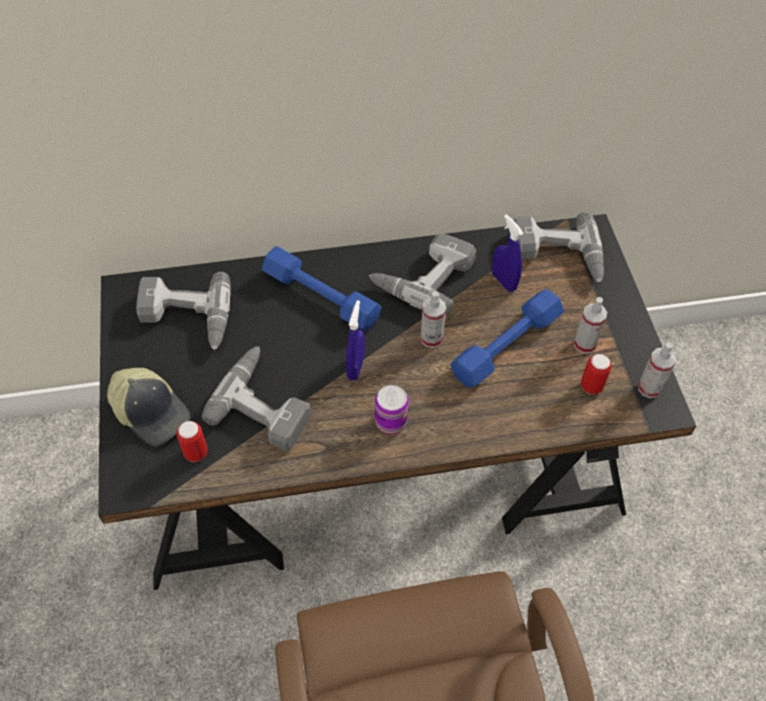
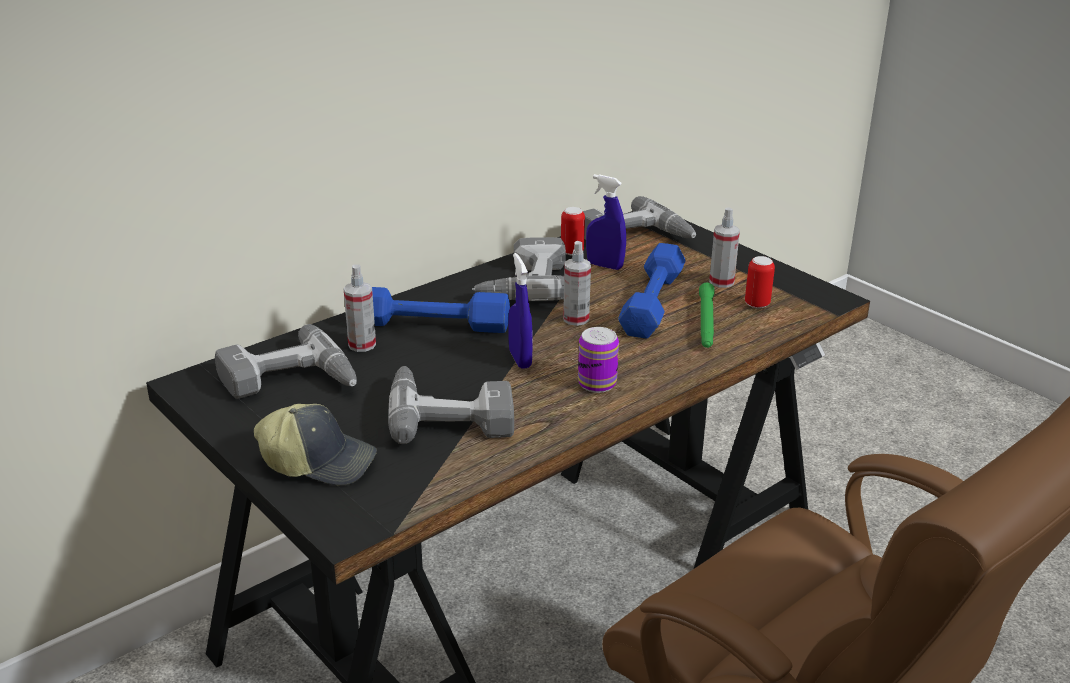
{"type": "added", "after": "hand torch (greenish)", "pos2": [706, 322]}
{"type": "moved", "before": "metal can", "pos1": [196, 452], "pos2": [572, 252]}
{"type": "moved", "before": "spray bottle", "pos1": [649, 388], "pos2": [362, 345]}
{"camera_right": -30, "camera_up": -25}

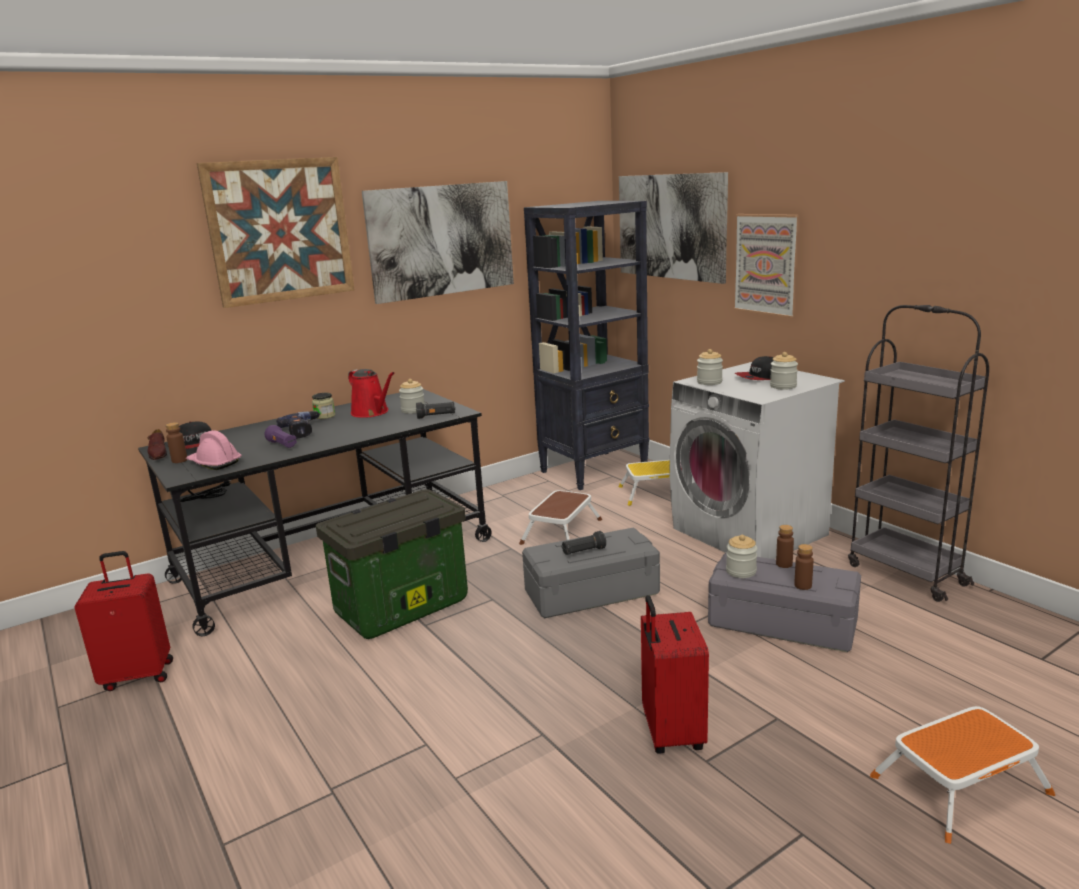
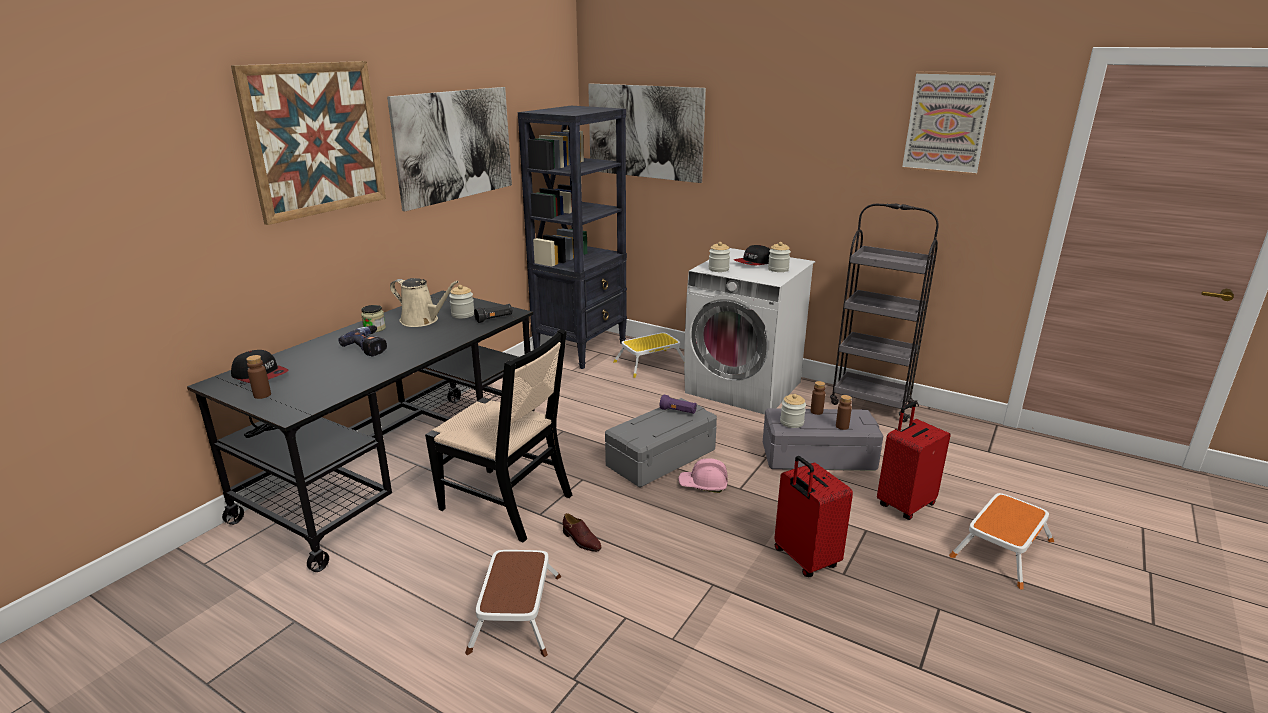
{"type": "removed", "before": "hand torch (black-coloured)", "pos1": [583, 552]}
{"type": "moved", "before": "travel case (red-coloured)", "pos1": [138, 675], "pos2": [904, 504]}
{"type": "moved", "before": "item of footwear (brown)", "pos1": [158, 454], "pos2": [581, 540]}
{"type": "moved", "before": "work helmet (pink-coloured)", "pos1": [214, 463], "pos2": [703, 485]}
{"type": "moved", "before": "hand torch (purplish)", "pos1": [282, 445], "pos2": [678, 411]}
{"type": "moved", "before": "step ladder (brown)", "pos1": [561, 531], "pos2": [515, 612]}
{"type": "moved", "before": "wall art", "pos1": [766, 264], "pos2": [947, 123]}
{"type": "replaced", "before": "storage bin", "after": "plain chair", "pos1": [401, 609], "pos2": [506, 504]}
{"type": "recoloured", "before": "watering can (red-coloured)", "after": "watering can (beige)", "pos1": [372, 412], "pos2": [422, 320]}
{"camera_right": -25, "camera_up": 5}

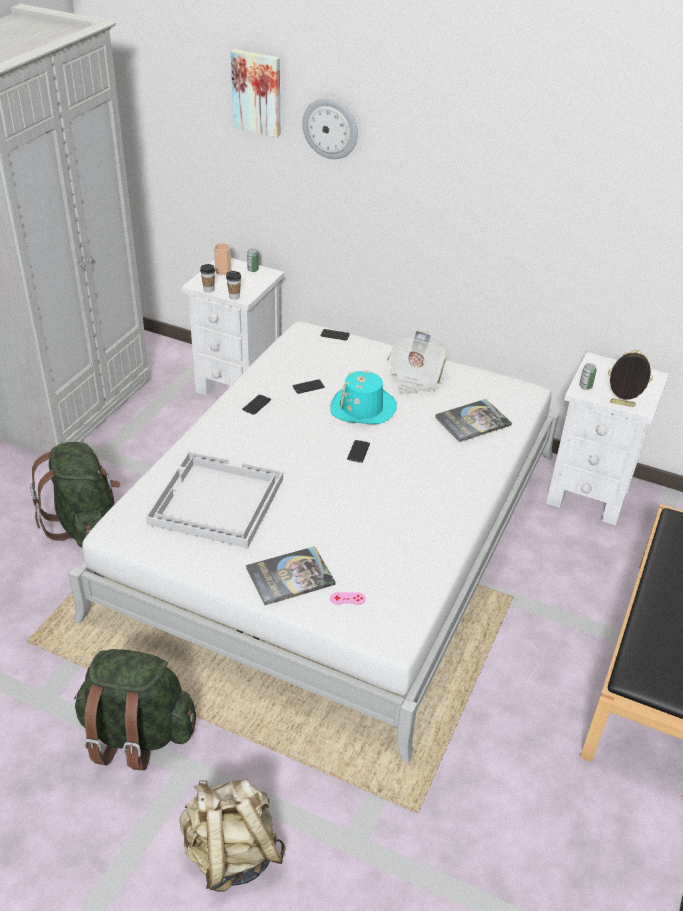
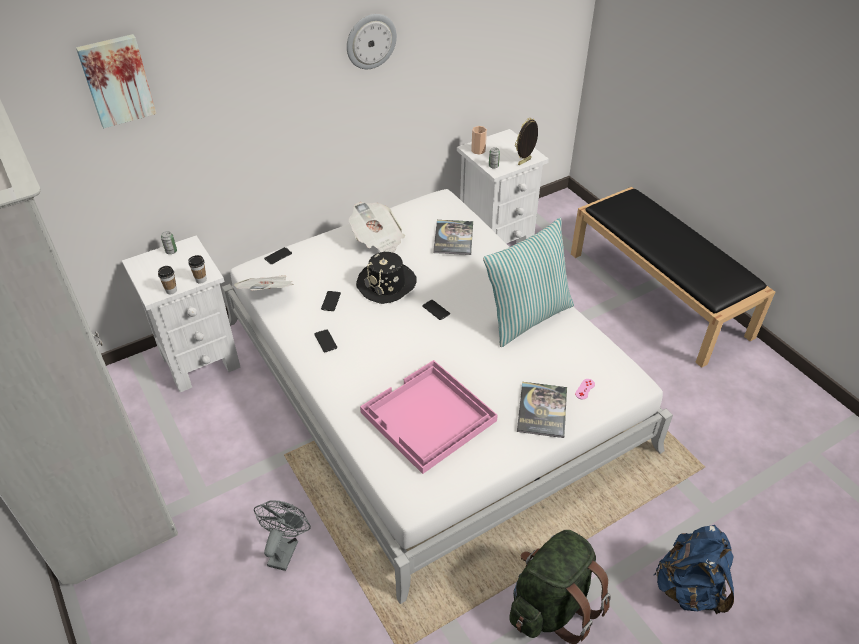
{"type": "added", "after": "daily paper", "pos2": [268, 294]}
{"type": "added", "after": "cushion", "pos2": [526, 316]}
{"type": "moved", "before": "drinking cup", "pos1": [223, 271], "pos2": [478, 150]}
{"type": "moved", "before": "wall clock", "pos1": [330, 128], "pos2": [370, 41]}
{"type": "replaced", "before": "backpack (greenish)", "after": "electric fan (grey)", "pos1": [85, 524], "pos2": [284, 548]}
{"type": "recoloured", "before": "tray (white)", "after": "tray (pink-coloured)", "pos1": [215, 501], "pos2": [428, 417]}
{"type": "recoloured", "before": "backpack (beige)", "after": "backpack (bluish)", "pos1": [231, 853], "pos2": [689, 588]}
{"type": "recoloured", "before": "wearable hat (turquoise-coloured)", "after": "wearable hat (black-coloured)", "pos1": [362, 408], "pos2": [387, 284]}
{"camera_right": -55, "camera_up": 5}

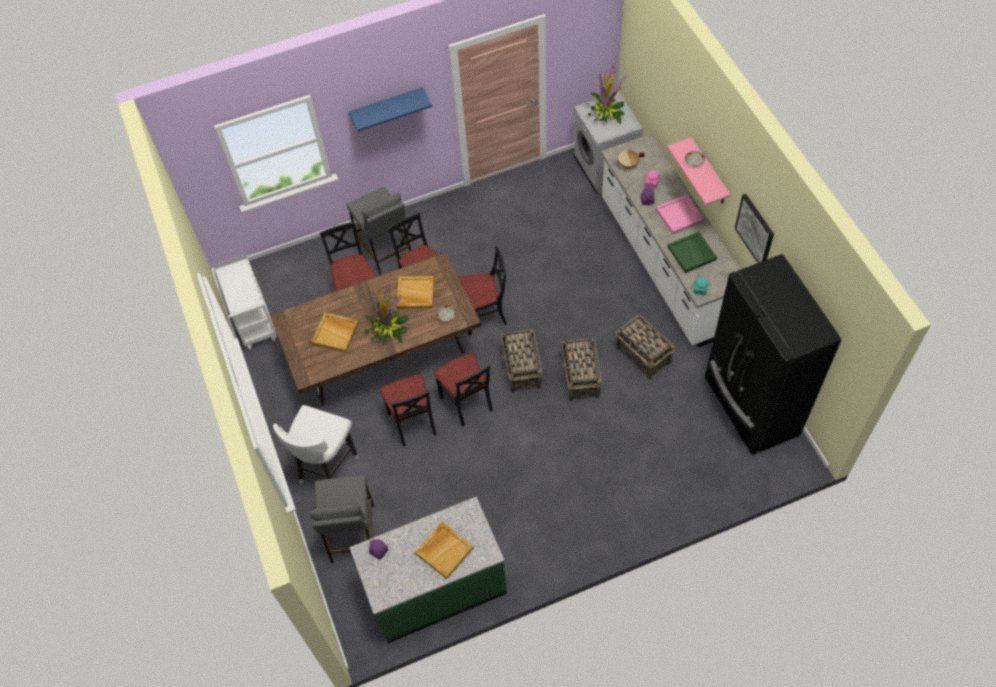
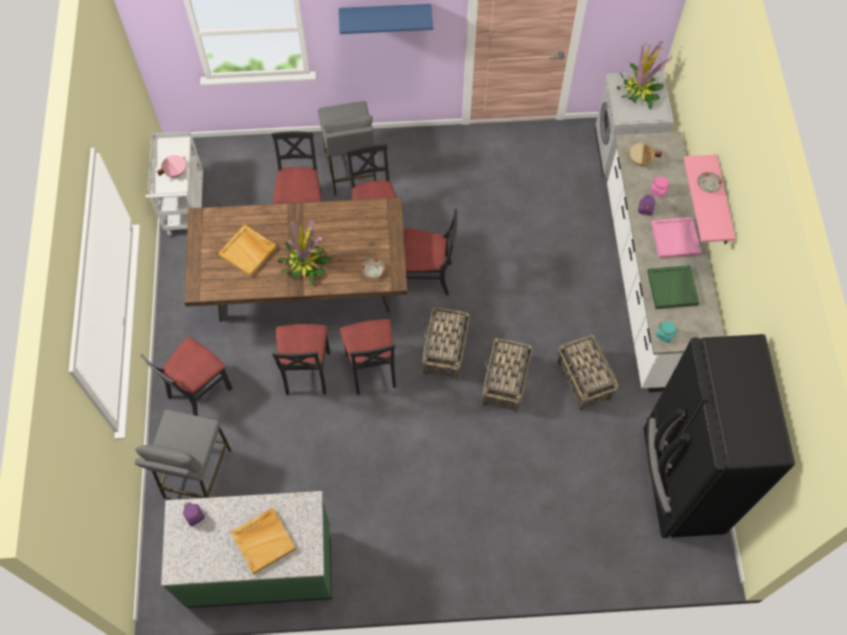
{"type": "removed", "before": "tray (beige)", "pos1": [415, 294]}
{"type": "removed", "before": "wall art", "pos1": [755, 230]}
{"type": "added", "after": "saucepot (pink-coloured)", "pos2": [175, 172]}
{"type": "replaced", "before": "stool seat (white)", "after": "plain chair (black-coloured)", "pos1": [327, 467], "pos2": [199, 391]}
{"camera_right": 15, "camera_up": 5}

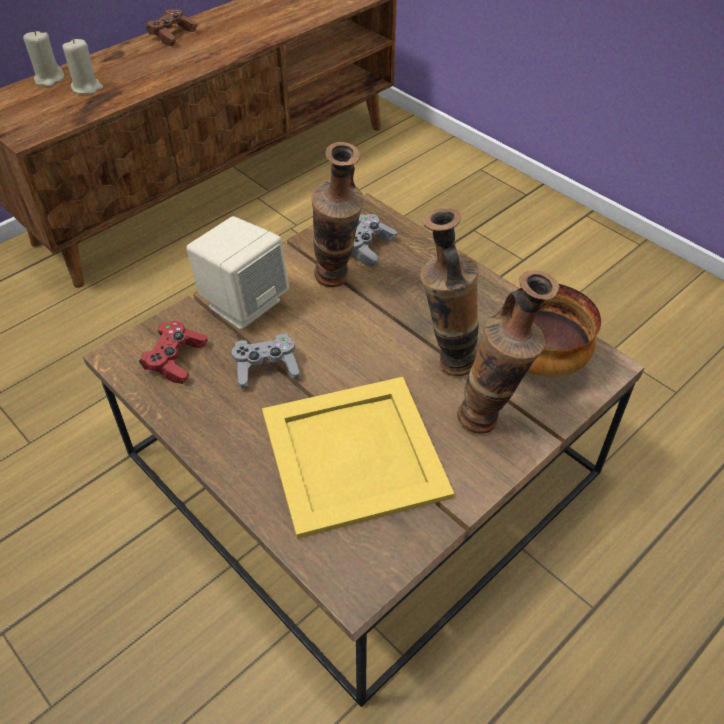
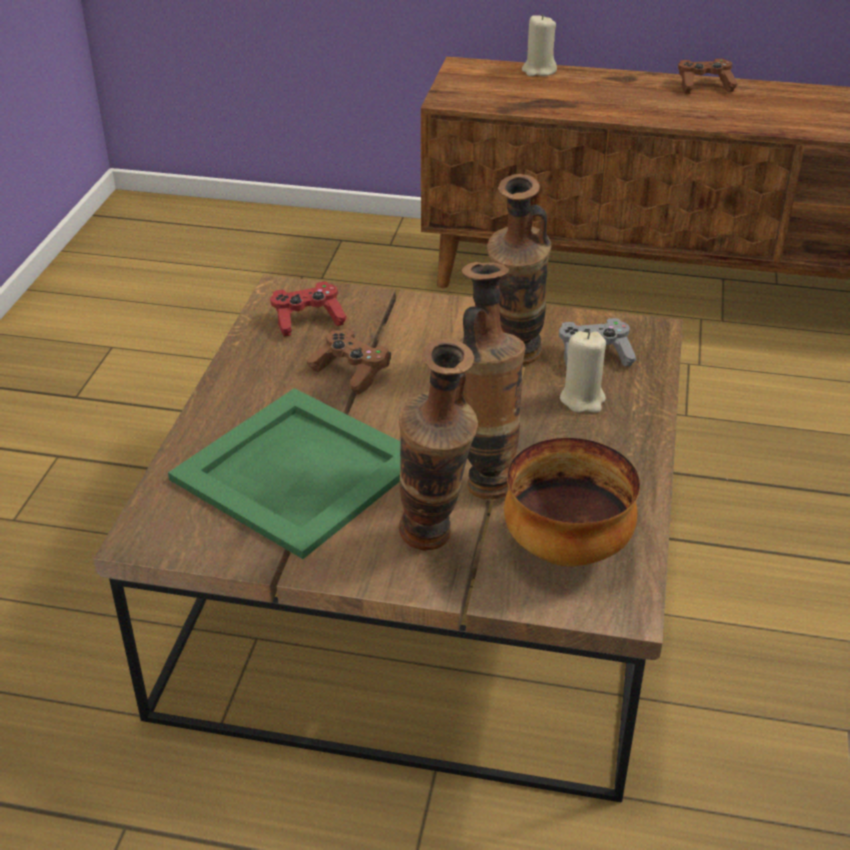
{"type": "removed", "before": "speaker (beige)", "pos1": [244, 303]}
{"type": "moved", "before": "wax light (beige)", "pos1": [87, 87], "pos2": [582, 399]}
{"type": "recoloured", "before": "game controller (grey)", "after": "game controller (brown)", "pos1": [266, 369], "pos2": [350, 372]}
{"type": "recoloured", "before": "tray (yellowish)", "after": "tray (greenish)", "pos1": [353, 455], "pos2": [295, 470]}
{"camera_right": 55, "camera_up": -10}

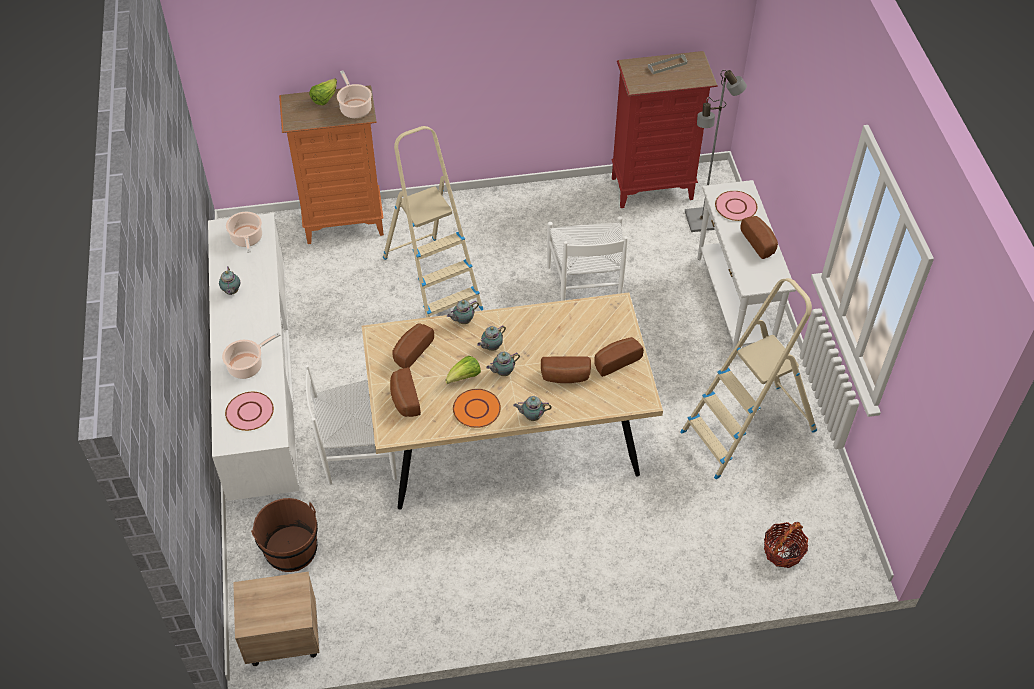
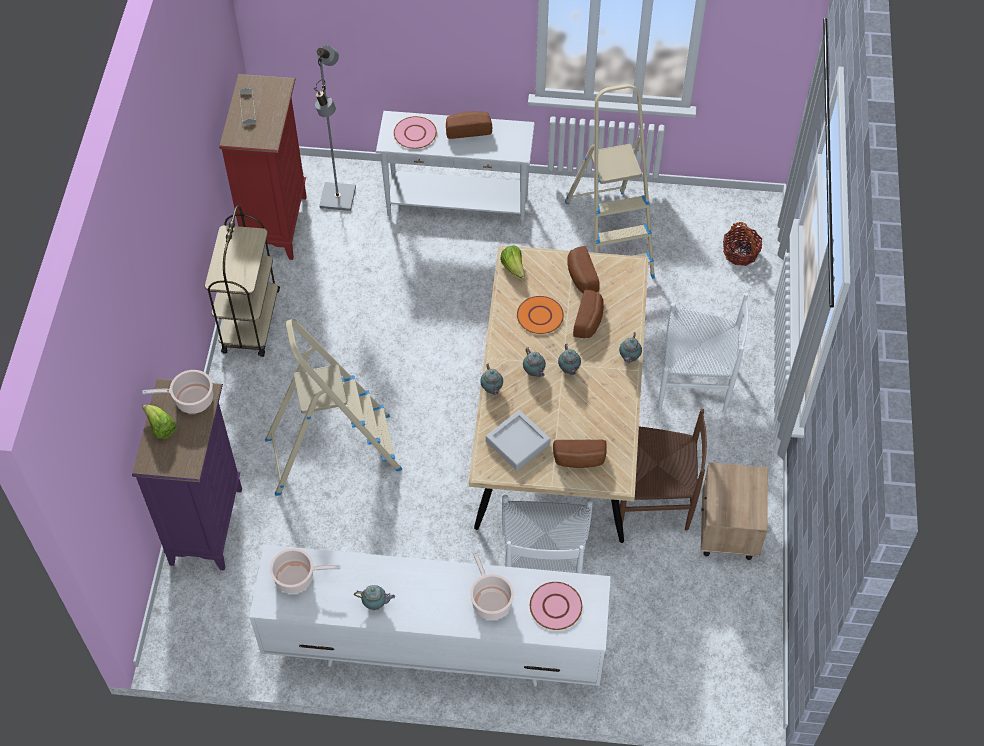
{"type": "removed", "before": "pail (brown)", "pos1": [291, 549]}
{"type": "added", "after": "cart (beige)", "pos2": [250, 323]}
{"type": "added", "after": "plain chair (brown)", "pos2": [654, 498]}
{"type": "moved", "before": "night table (beige)", "pos1": [282, 638], "pos2": [727, 531]}
{"type": "moved", "before": "lettuce head", "pos1": [464, 377], "pos2": [513, 268]}
{"type": "moved", "before": "plate (orange)", "pos1": [476, 409], "pos2": [540, 316]}
{"type": "moved", "before": "plain chair (white)", "pos1": [586, 287], "pos2": [695, 381]}
{"type": "replaced", "before": "bread", "after": "tray (grey)", "pos1": [411, 351], "pos2": [517, 443]}
{"type": "recoloured", "before": "dresser (orange)", "after": "dresser (purplish)", "pos1": [345, 224], "pos2": [208, 524]}
{"camera_right": -75, "camera_up": 5}

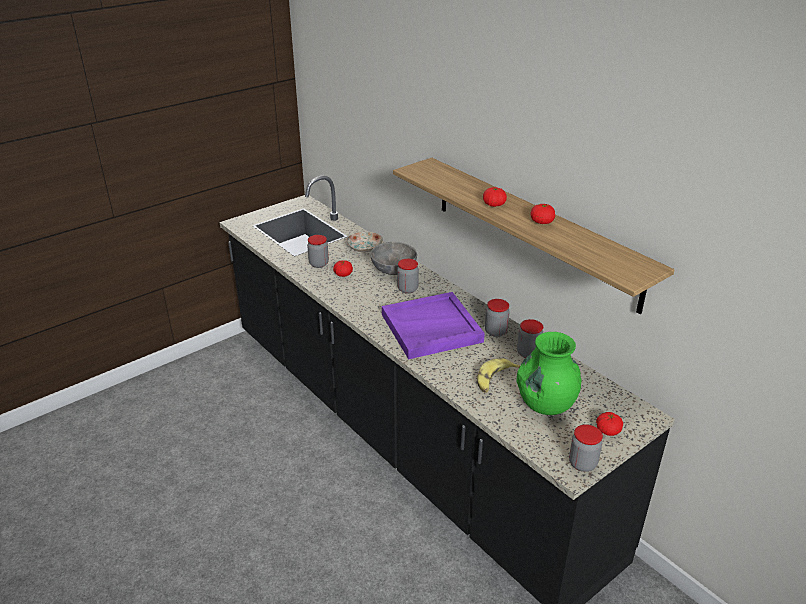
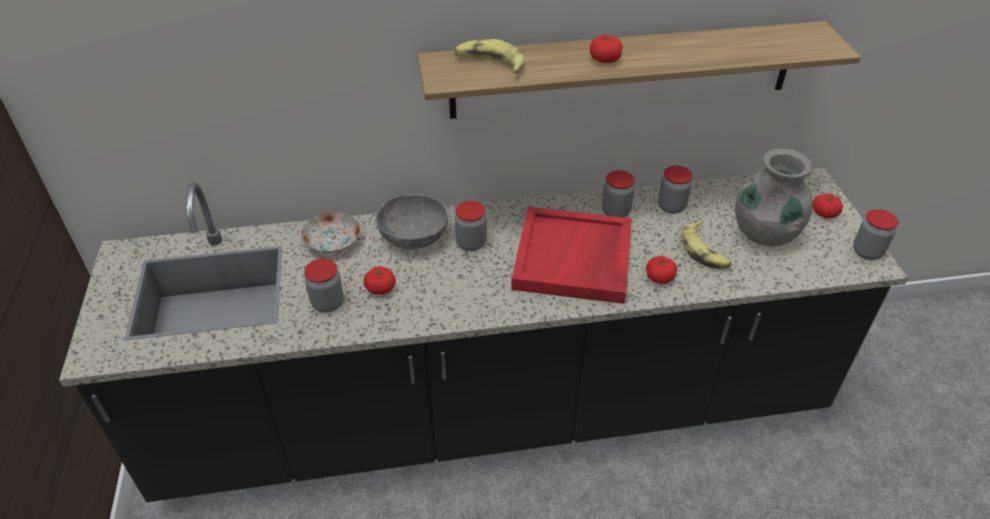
{"type": "added", "after": "banana", "pos2": [489, 64]}
{"type": "moved", "before": "whole tomato", "pos1": [542, 222], "pos2": [659, 277]}
{"type": "recoloured", "before": "tray (purplish)", "after": "tray (red-coloured)", "pos1": [431, 329], "pos2": [574, 259]}
{"type": "recoloured", "before": "vase (greenish)", "after": "vase (grey)", "pos1": [546, 403], "pos2": [764, 233]}
{"camera_right": -60, "camera_up": 10}

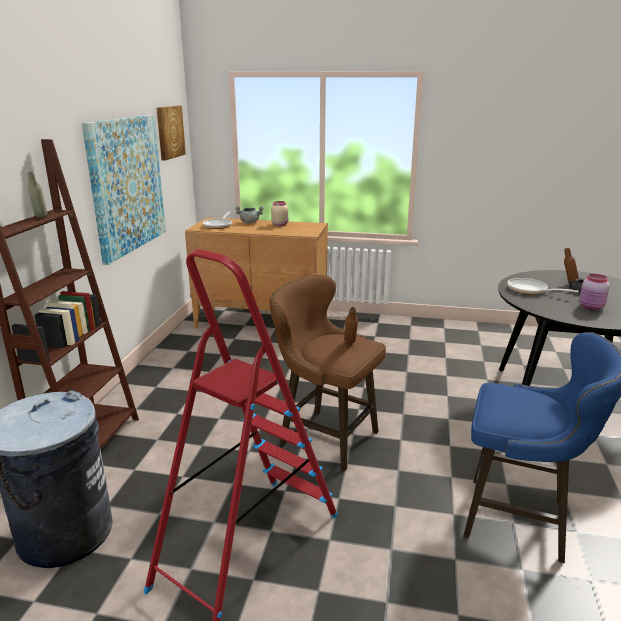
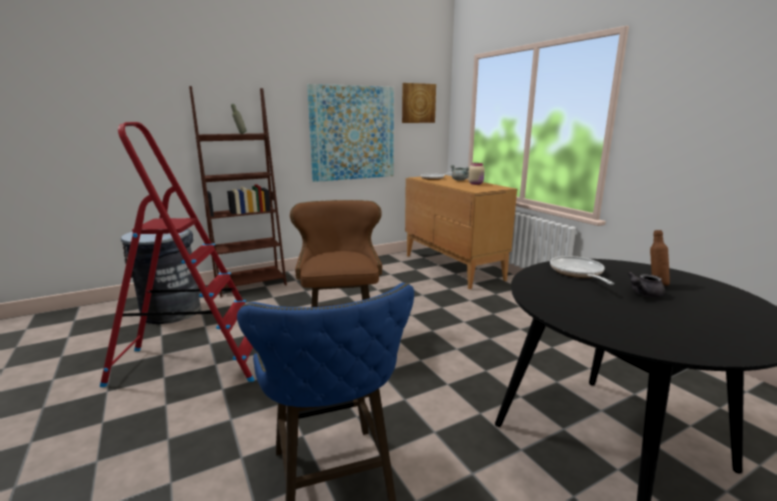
{"type": "removed", "before": "drink bottle (brown)", "pos1": [350, 345]}
{"type": "removed", "before": "jar (pink-coloured)", "pos1": [591, 307]}
{"camera_right": 50, "camera_up": -5}

